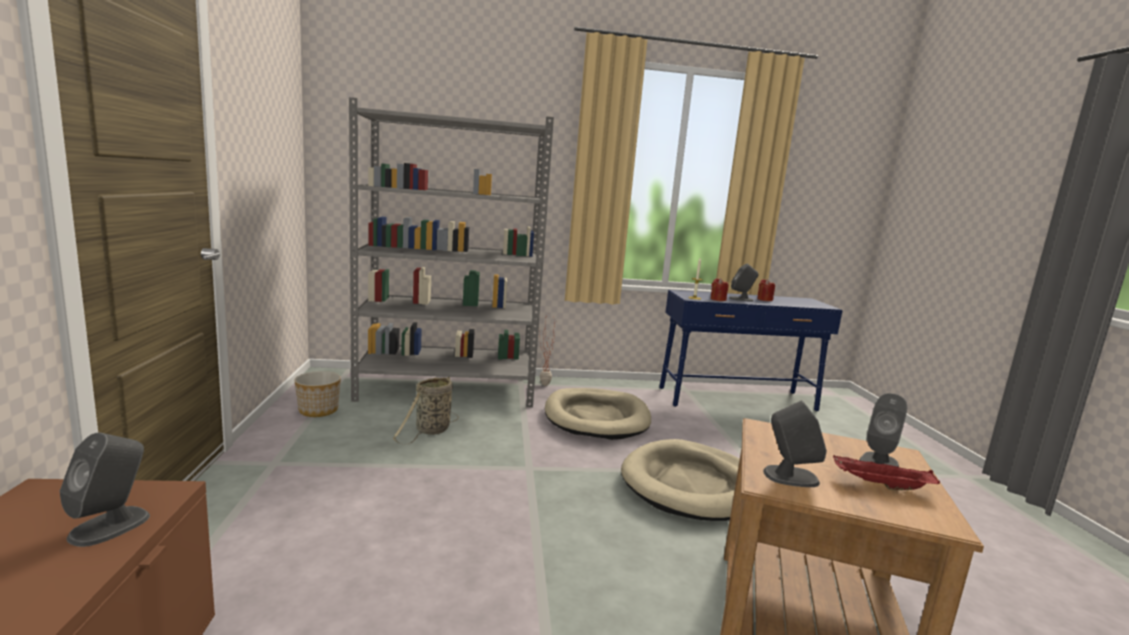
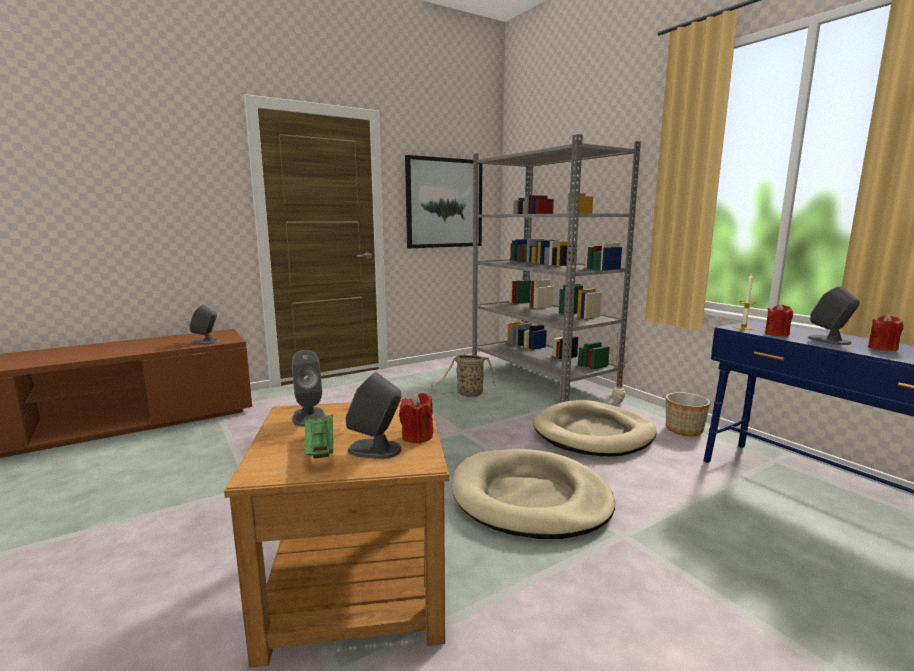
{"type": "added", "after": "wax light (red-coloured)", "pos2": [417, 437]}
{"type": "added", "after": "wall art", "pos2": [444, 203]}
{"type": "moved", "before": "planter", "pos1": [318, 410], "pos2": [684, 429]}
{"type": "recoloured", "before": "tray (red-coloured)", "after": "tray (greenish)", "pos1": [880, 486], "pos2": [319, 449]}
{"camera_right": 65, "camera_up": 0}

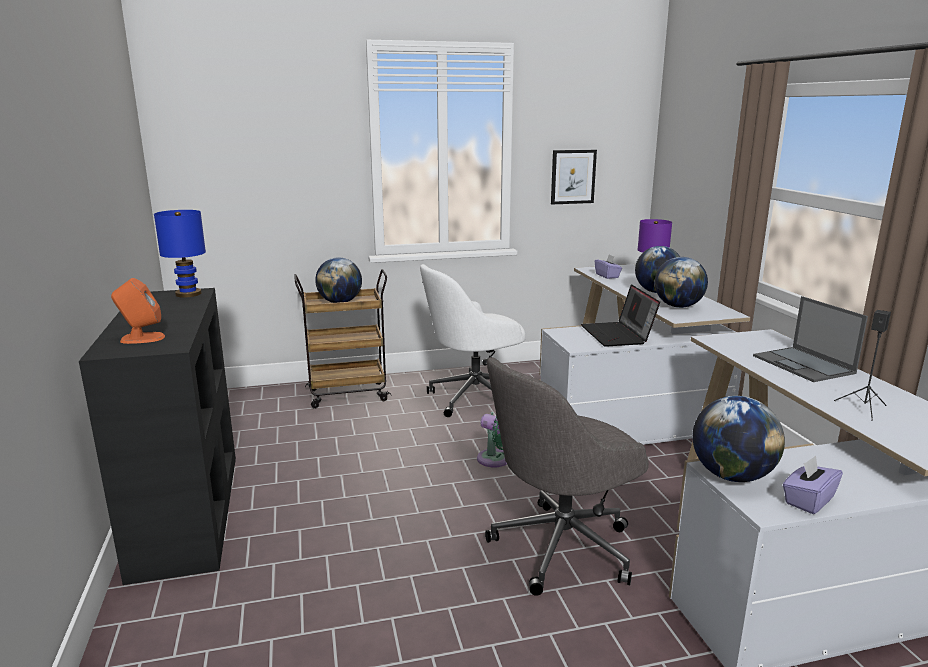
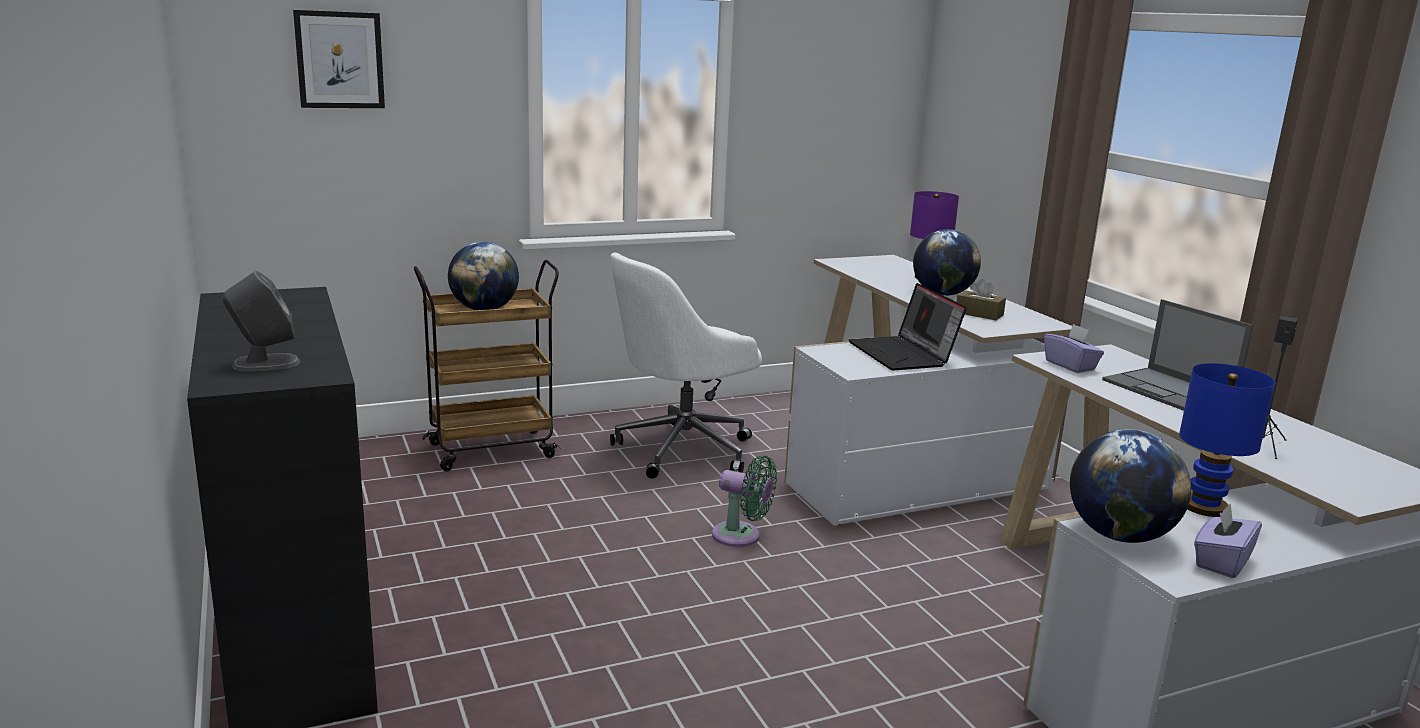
{"type": "removed", "before": "computer chair (grey)", "pos1": [561, 549]}
{"type": "moved", "before": "tabletop lamp (bluish)", "pos1": [188, 294], "pos2": [1205, 507]}
{"type": "moved", "before": "wall art", "pos1": [573, 177], "pos2": [340, 60]}
{"type": "moved", "before": "box of tissues (purplish)", "pos1": [607, 276], "pos2": [1070, 365]}
{"type": "replaced", "before": "globe", "after": "box of tissues (brown)", "pos1": [678, 306], "pos2": [979, 314]}
{"type": "recoloured", "before": "speaker (orange)", "after": "speaker (grey)", "pos1": [142, 338], "pos2": [265, 363]}
{"camera_right": -10, "camera_up": 0}

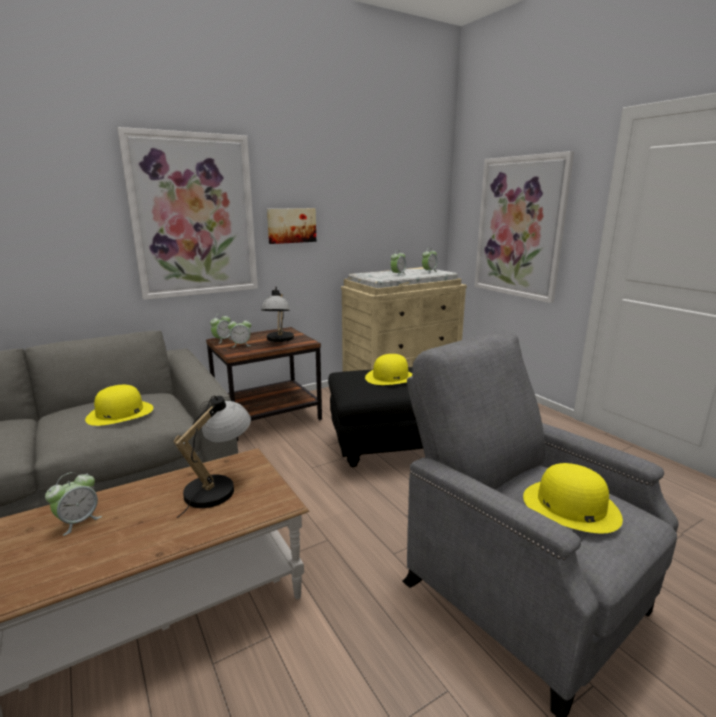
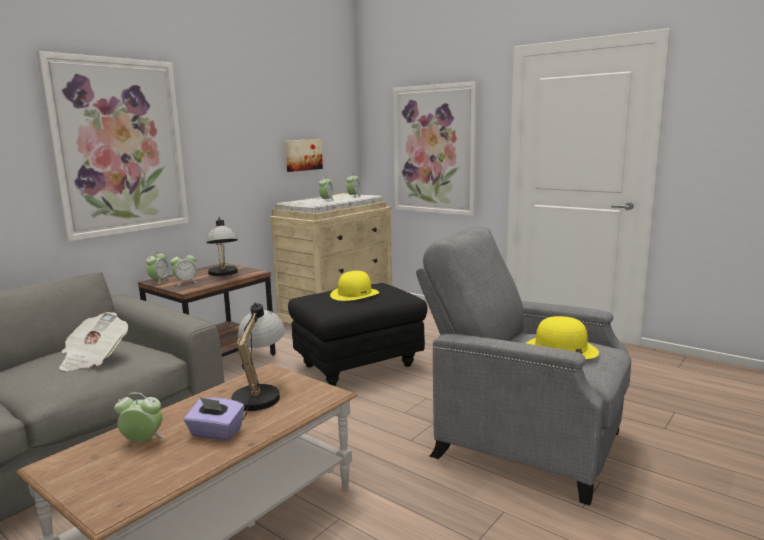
{"type": "added", "after": "box of tissues (purplish)", "pos2": [216, 433]}
{"type": "moved", "before": "wall art", "pos1": [291, 225], "pos2": [303, 155]}
{"type": "replaced", "before": "wearable hat (yellowish)", "after": "daily paper", "pos1": [120, 413], "pos2": [94, 358]}
{"type": "turned", "before": "bedside clock", "pos1": [78, 521], "pos2": [143, 441], "turn": -105}
{"camera_right": -20, "camera_up": -5}

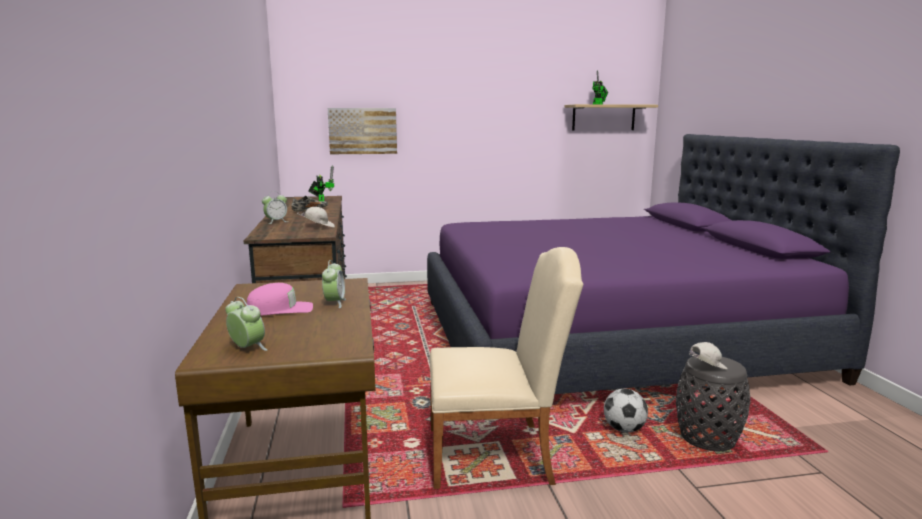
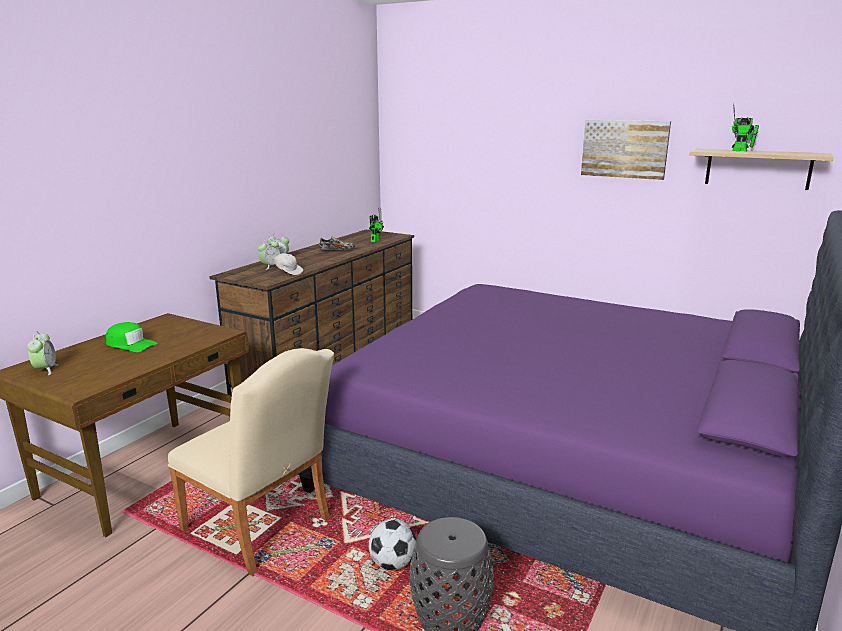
{"type": "removed", "before": "cap (white)", "pos1": [706, 367]}
{"type": "moved", "before": "bedside clock", "pos1": [334, 303], "pos2": [270, 266]}
{"type": "moved", "before": "wall art", "pos1": [362, 131], "pos2": [624, 149]}
{"type": "recoloured", "before": "cap (pink-coloured)", "after": "cap (greenish)", "pos1": [280, 309], "pos2": [130, 344]}
{"camera_right": 40, "camera_up": 5}

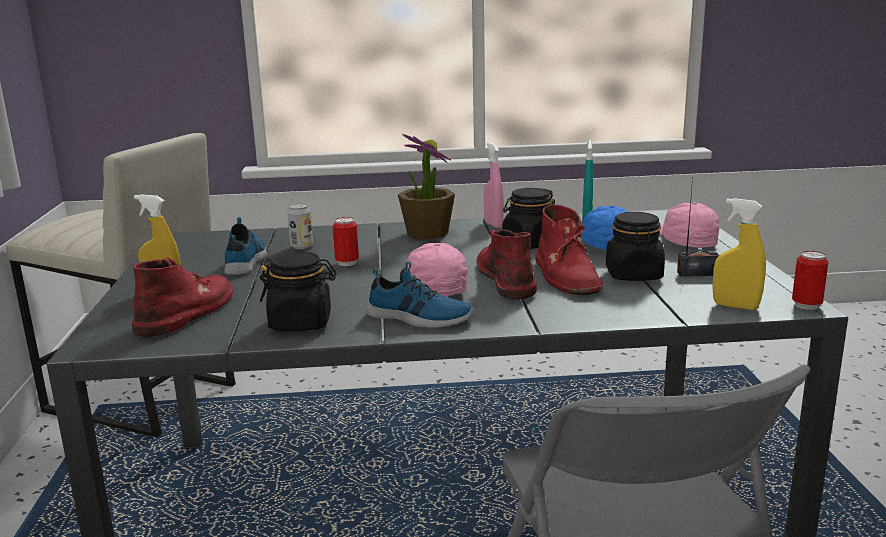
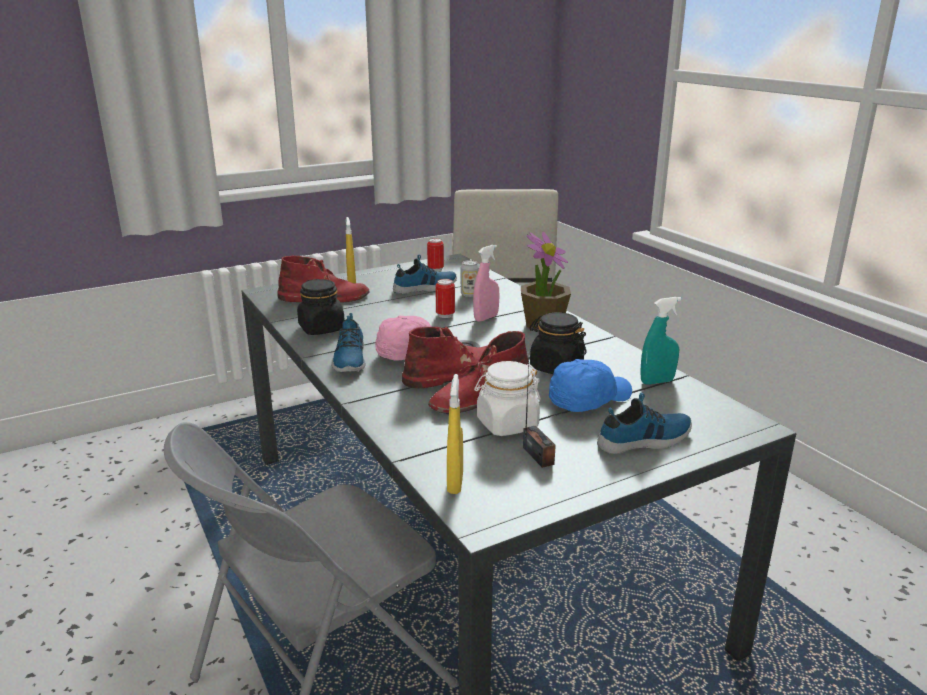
{"type": "moved", "before": "spray bottle (pink-coloured)", "pos1": [493, 224], "pos2": [486, 318]}
{"type": "moved", "before": "metal can", "pos1": [806, 305], "pos2": [435, 269]}
{"type": "replaced", "before": "cap (pink-coloured)", "after": "item of footwear", "pos1": [685, 241], "pos2": [645, 440]}
{"type": "recoloured", "before": "jar (black-coloured)", "after": "jar (white)", "pos1": [634, 275], "pos2": [507, 424]}
{"camera_right": 65, "camera_up": 5}

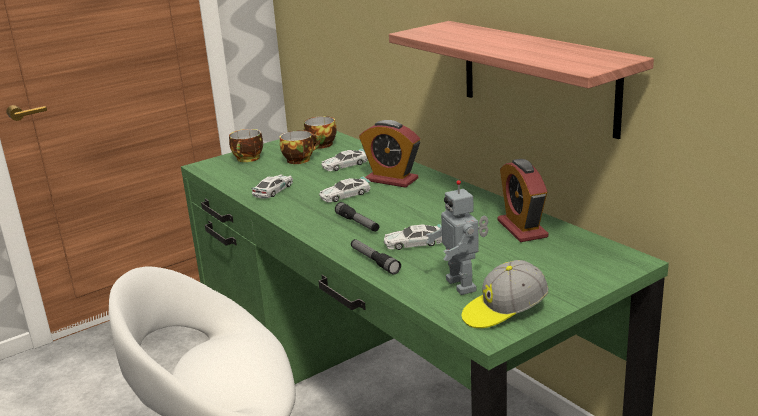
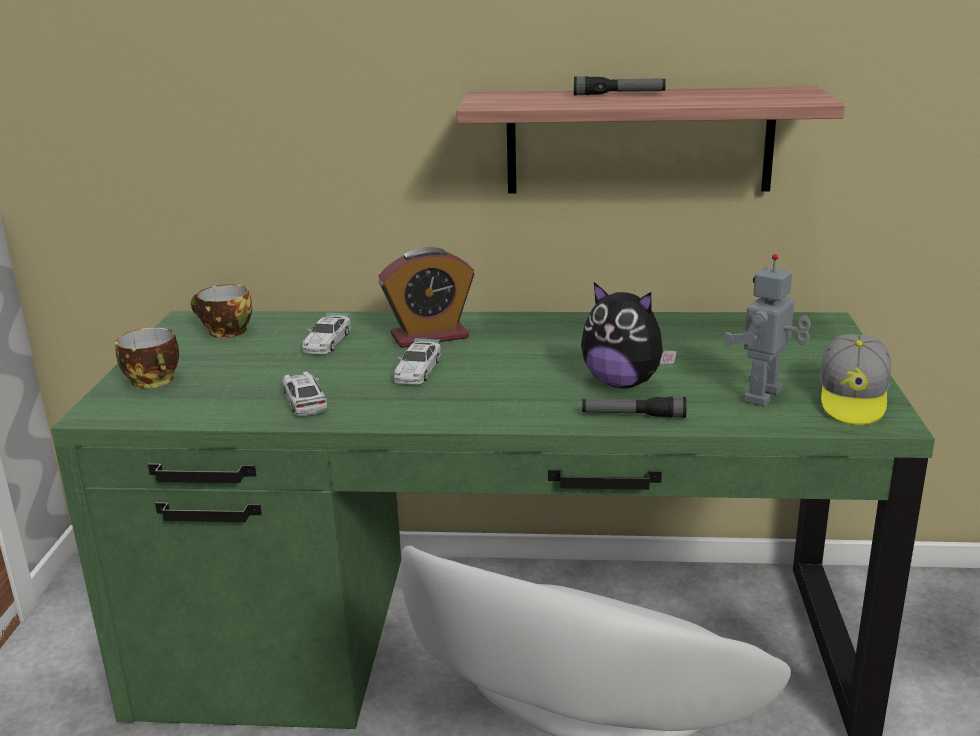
{"type": "removed", "before": "drinking cup", "pos1": [300, 159]}
{"type": "removed", "before": "bedside clock", "pos1": [522, 229]}
{"type": "moved", "before": "hand torch", "pos1": [358, 223], "pos2": [619, 94]}
{"type": "replaced", "before": "toy car", "after": "soft toy", "pos1": [413, 243], "pos2": [623, 383]}
{"type": "turned", "before": "robot figure", "pos1": [463, 285], "pos2": [765, 396], "turn": 105}
{"camera_right": -50, "camera_up": 0}

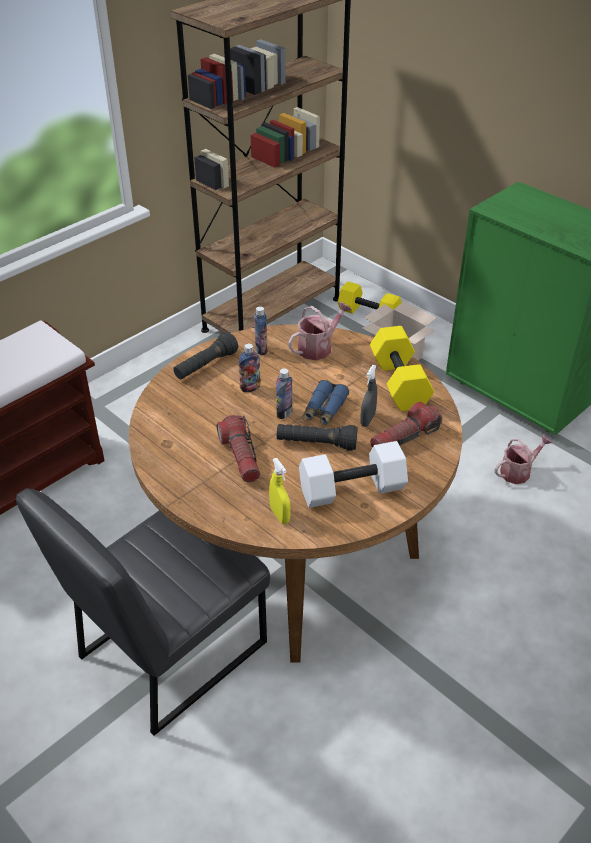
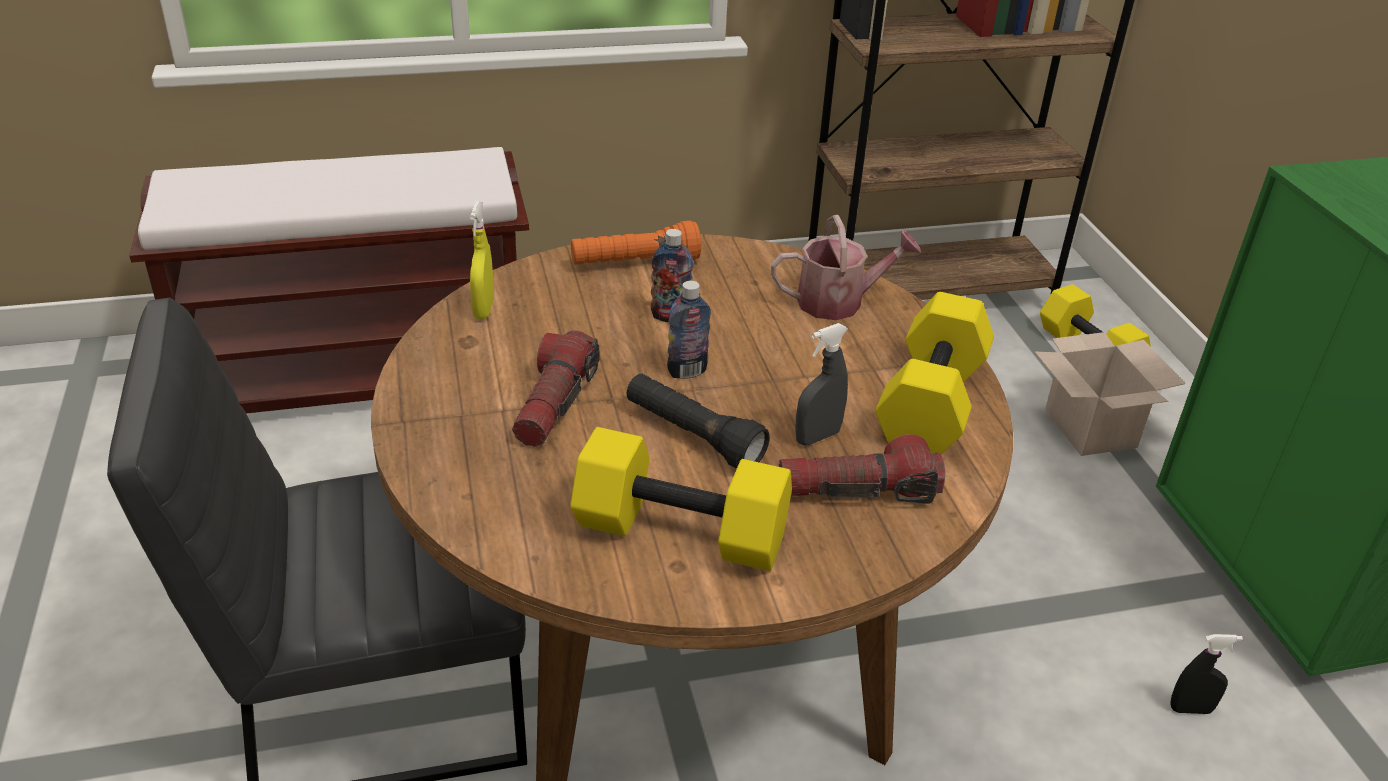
{"type": "removed", "before": "drink bottle", "pos1": [261, 349]}
{"type": "removed", "before": "pair of binoculars (bluish)", "pos1": [324, 410]}
{"type": "moved", "before": "spray bottle (yellowish)", "pos1": [280, 515], "pos2": [484, 309]}
{"type": "replaced", "before": "watering can", "after": "spray bottle (black-coloured)", "pos1": [518, 471], "pos2": [1190, 709]}
{"type": "recoloured", "before": "hand torch (black-coloured)", "after": "hand torch (orange)", "pos1": [206, 366], "pos2": [635, 263]}
{"type": "recoloured", "before": "dumbbell (white)", "after": "dumbbell (yellowish)", "pos1": [351, 491], "pos2": [678, 533]}
{"camera_right": 30, "camera_up": -5}

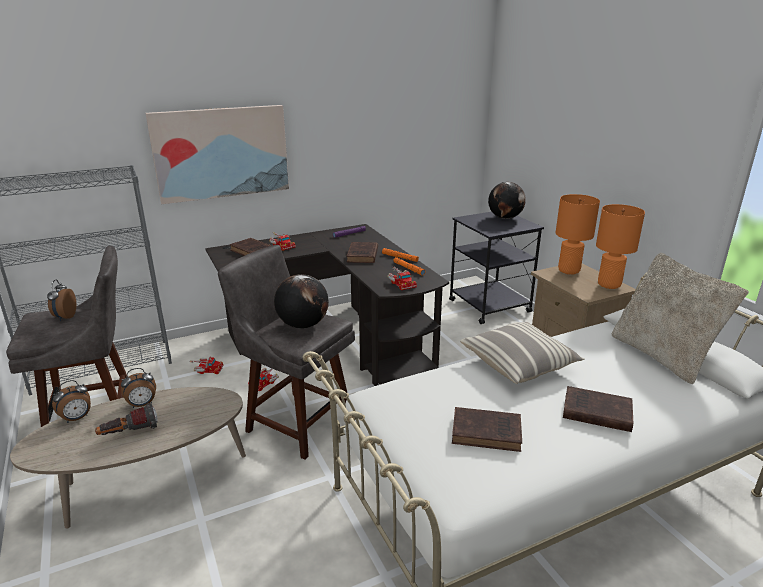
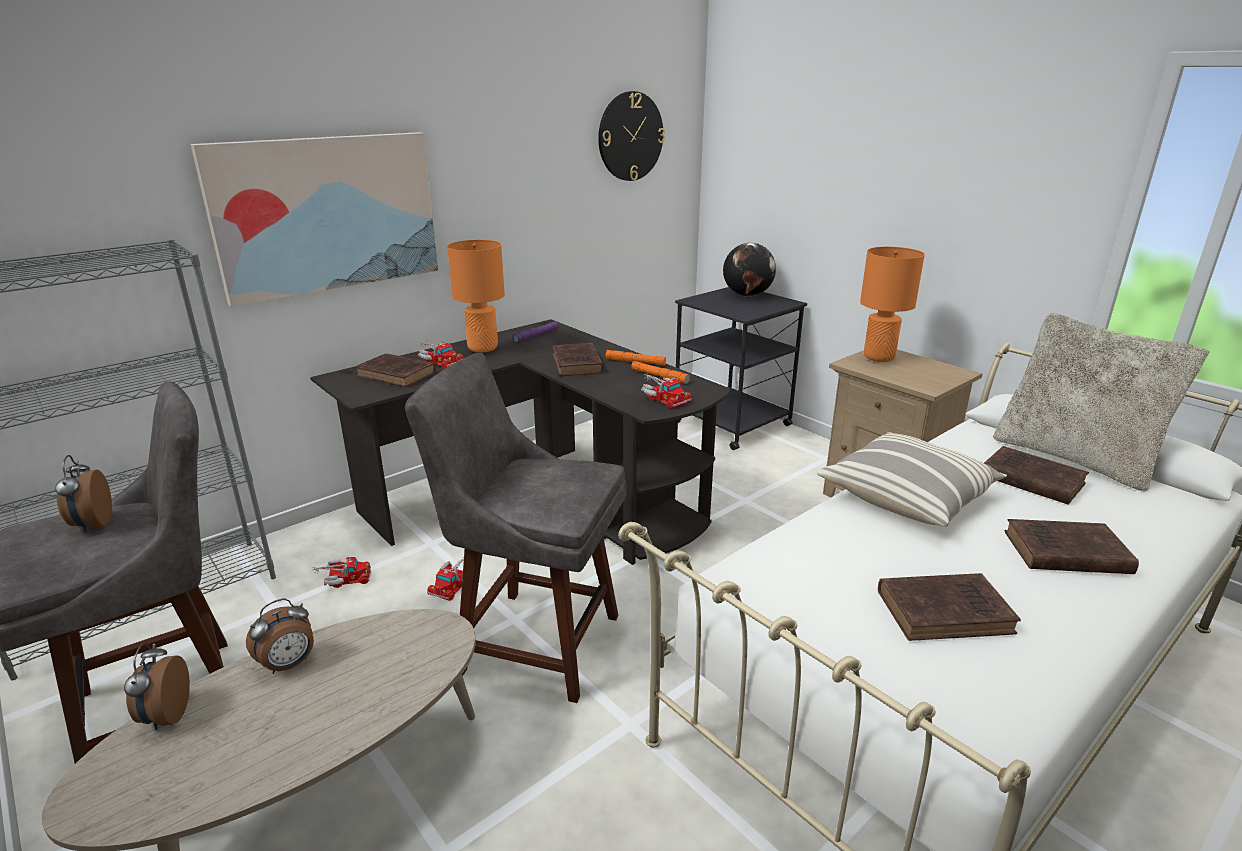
{"type": "removed", "before": "hand torch", "pos1": [129, 433]}
{"type": "removed", "before": "globe", "pos1": [302, 325]}
{"type": "added", "after": "wall clock", "pos2": [630, 136]}
{"type": "added", "after": "volume (brown)", "pos2": [1029, 479]}
{"type": "moved", "before": "tabletop lamp (orange)", "pos1": [608, 286], "pos2": [483, 350]}
{"type": "turned", "before": "bedside clock", "pos1": [77, 418], "pos2": [165, 716], "turn": 135}
{"camera_right": -15, "camera_up": 0}

